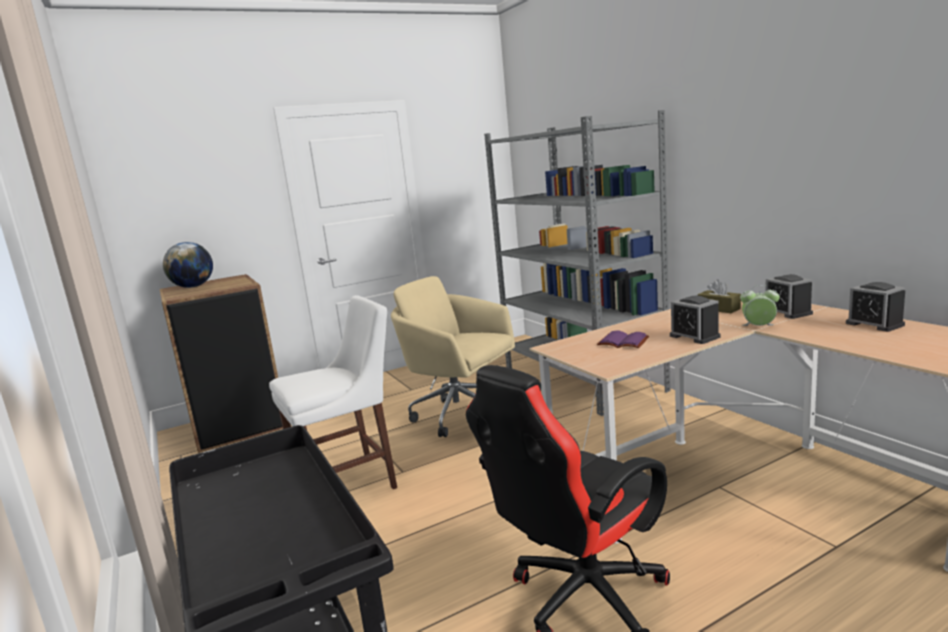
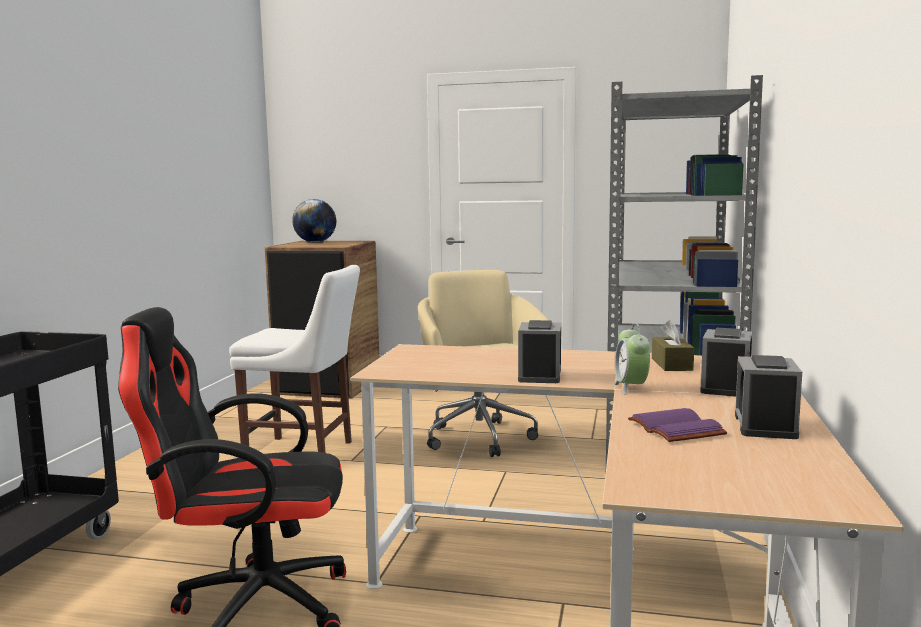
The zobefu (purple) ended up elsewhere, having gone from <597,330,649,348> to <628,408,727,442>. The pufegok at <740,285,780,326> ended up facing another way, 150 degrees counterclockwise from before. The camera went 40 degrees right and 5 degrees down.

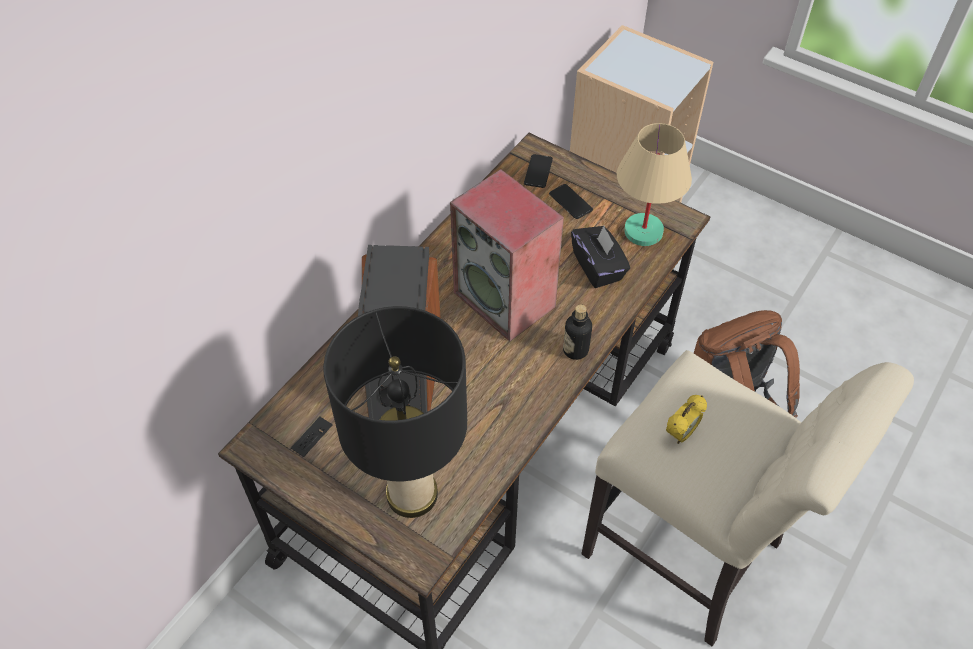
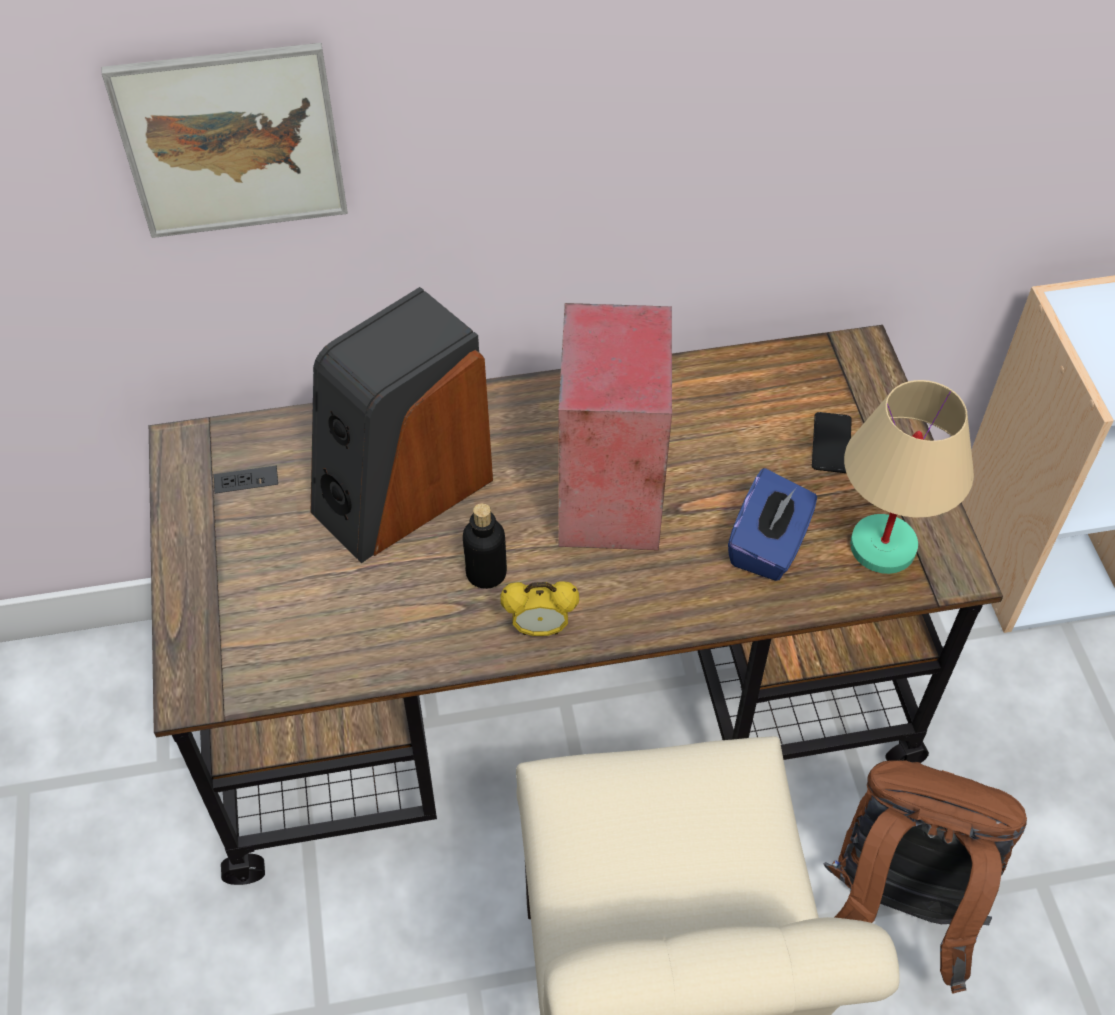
The second view lost the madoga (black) at <323,306,467,518>. The second view lost the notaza at <524,154,553,188>. The second view gained the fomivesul at <101,43,348,238>. The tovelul ended up elsewhere, having gone from <563,304,592,360> to <463,503,507,589>. The pufegok ended up elsewhere, having gone from <666,395,707,444> to <501,581,579,636>. What was the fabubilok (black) at <571,226,630,288> turned into the fabubilok (blue) at <728,468,817,581>. The camera went 45 degrees right and 0 degrees up.

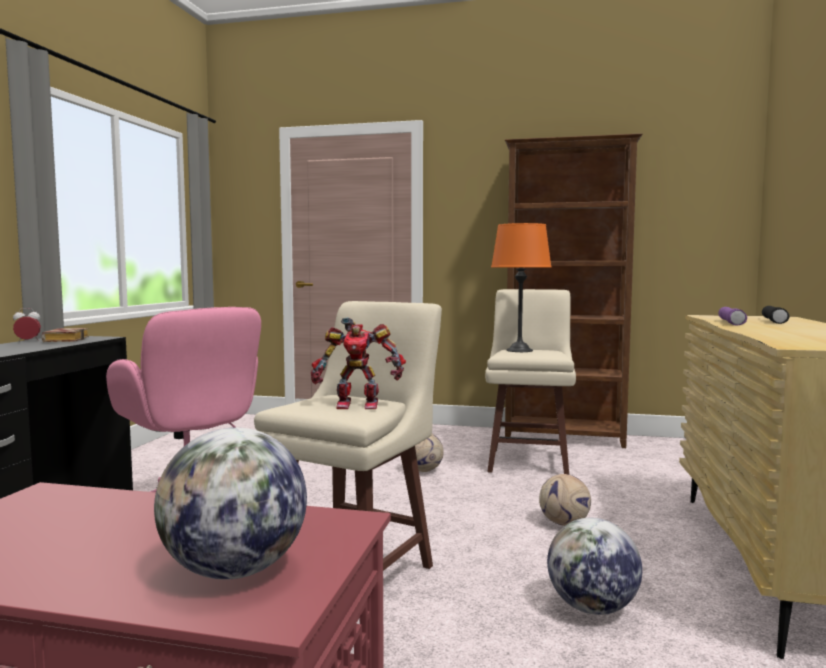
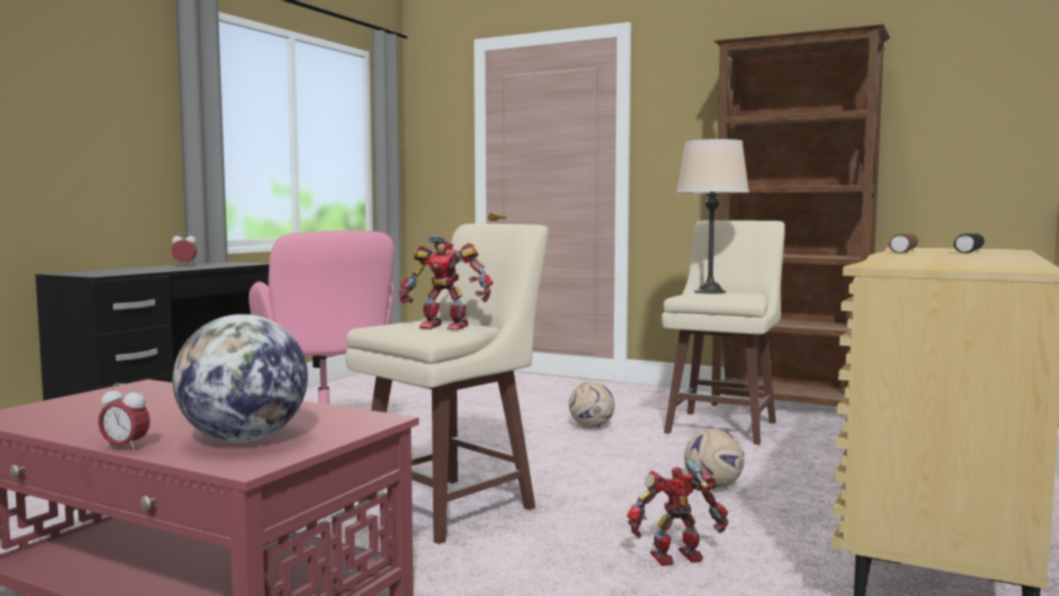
The second view lost the zobefu at <42,328,89,342>. The second view gained the pufegok at <98,383,150,451>. Where the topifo stood at <547,518,642,615>, the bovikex came to stand at <627,460,728,566>. What was the madoga (orange) at <491,223,552,352> turned into the madoga (beige) at <676,139,749,294>. What was the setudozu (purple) at <718,307,747,325> turned into the setudozu (brown) at <889,234,918,254>. The camera went 15 degrees right and 0 degrees up.

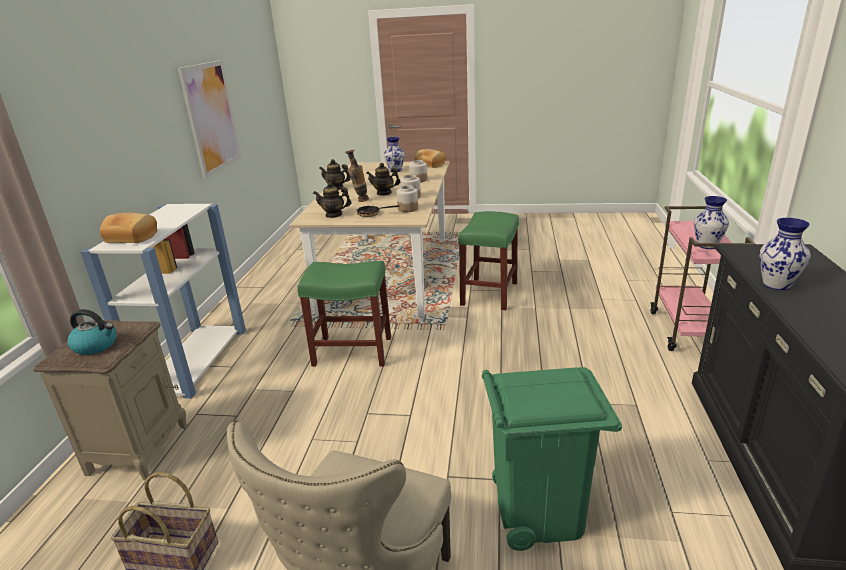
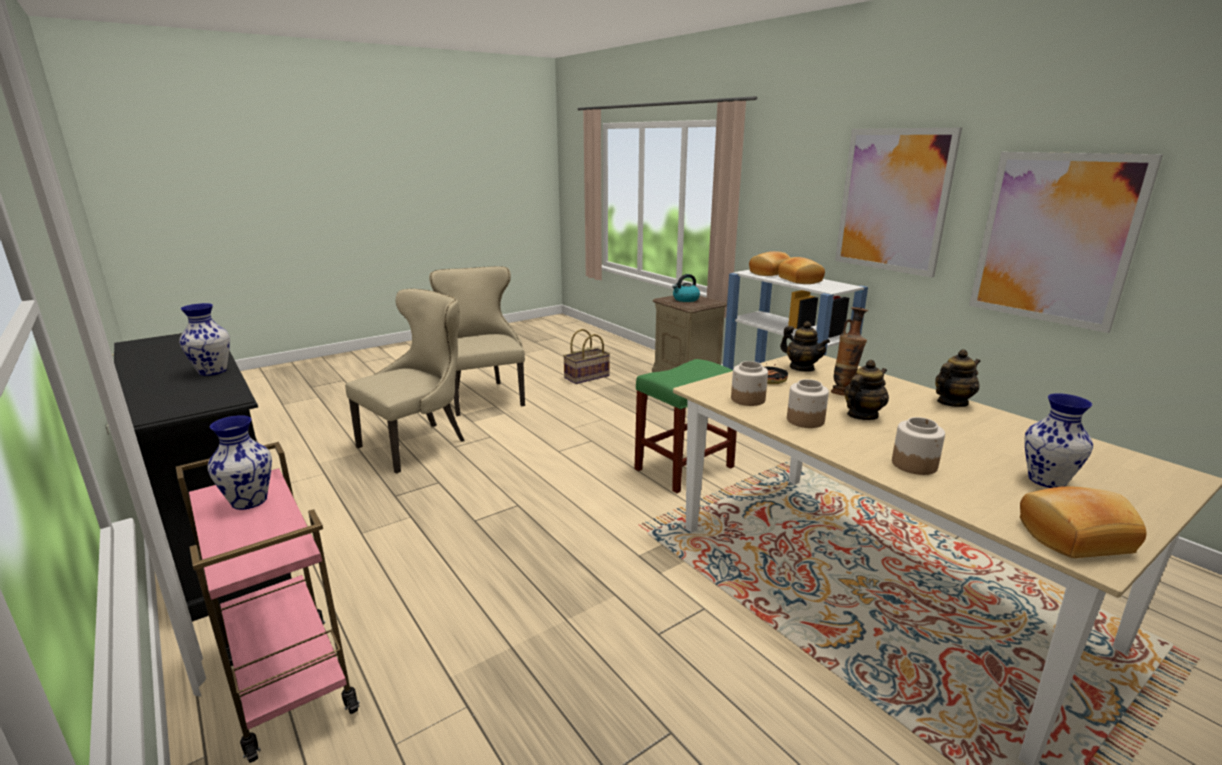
The second view lost the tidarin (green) at <458,211,519,310>. The second view gained the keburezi at <778,257,825,284>. The second view gained the fomivesul at <835,128,962,278>. Where the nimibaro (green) stood at <482,367,622,551>, the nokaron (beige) came to stand at <345,289,465,474>. The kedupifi at <313,182,352,218> ended up facing another way, 90 degrees clockwise from before. The camera went 135 degrees right and 5 degrees down.

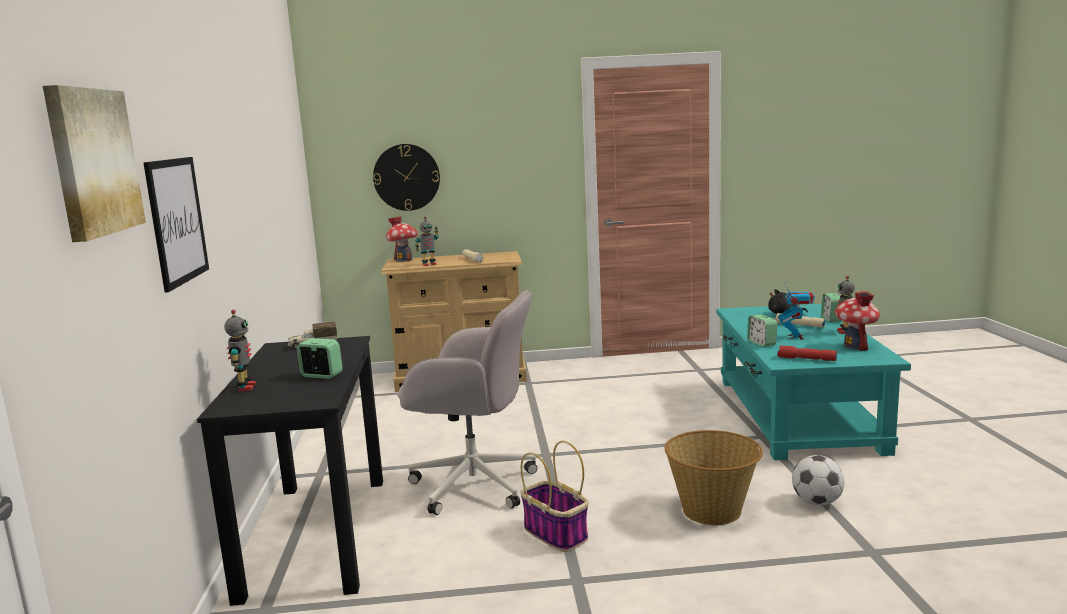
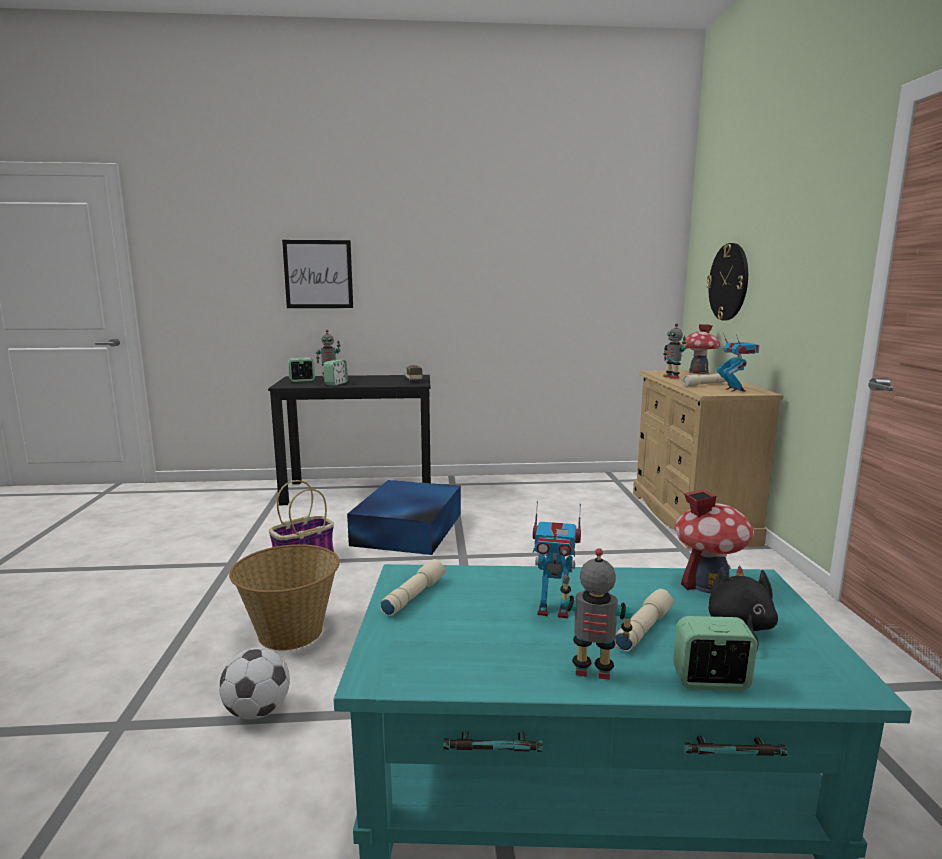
The second view lost the fomivesul at <43,85,146,242>. The second view gained the bovikex at <716,333,760,392>. The pufegok ended up elsewhere, having gone from <747,315,777,347> to <288,357,315,382>. The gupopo ended up elsewhere, having gone from <835,291,880,351> to <675,489,754,594>. Where the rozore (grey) stood at <397,290,537,515>, the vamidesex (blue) came to stand at <347,480,461,555>. What was the setudozu (red) at <777,346,837,361> turned into the setudozu (beige) at <381,559,446,616>. The camera went 90 degrees right and 0 degrees up.

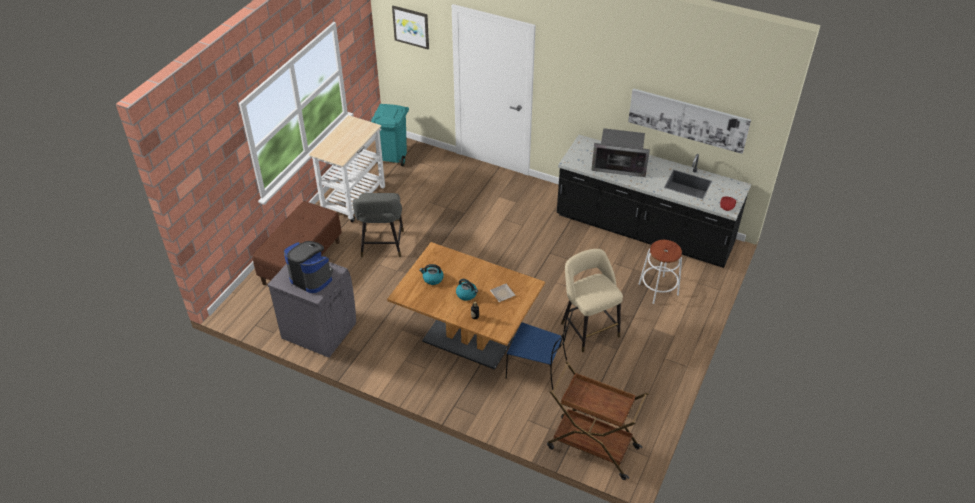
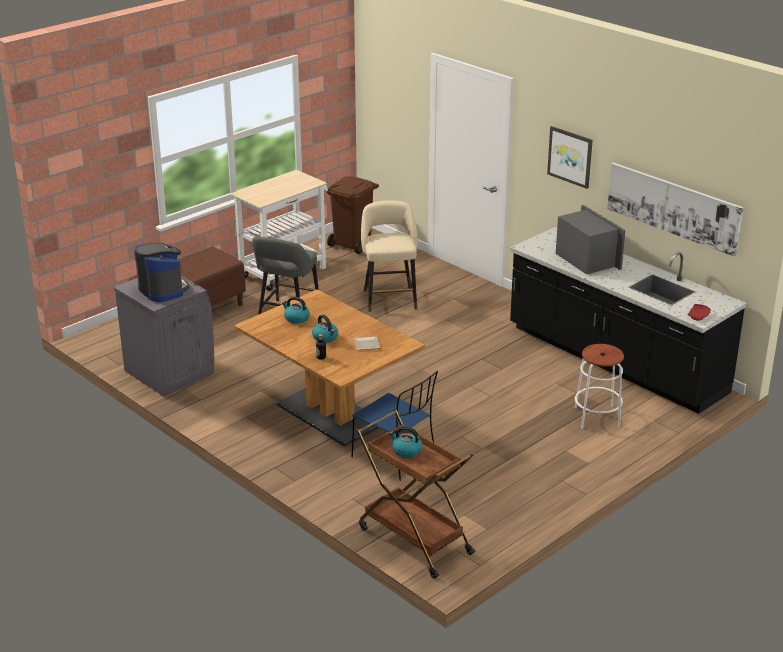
The second view gained the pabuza at <389,426,422,458>. The fomivesul ended up elsewhere, having gone from <392,6,429,49> to <547,126,593,189>. The tidarin (beige) ended up elsewhere, having gone from <561,249,623,352> to <361,200,418,312>. What was the nimibaro (turquoise) at <371,104,409,166> turned into the nimibaro (brown) at <327,176,379,254>. The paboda at <591,128,650,177> ended up facing another way, 150 degrees counterclockwise from before. The camera went 20 degrees right and 15 degrees down.

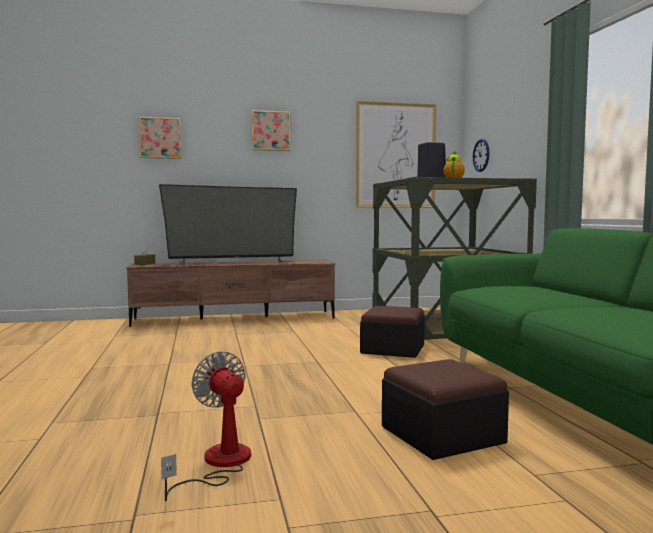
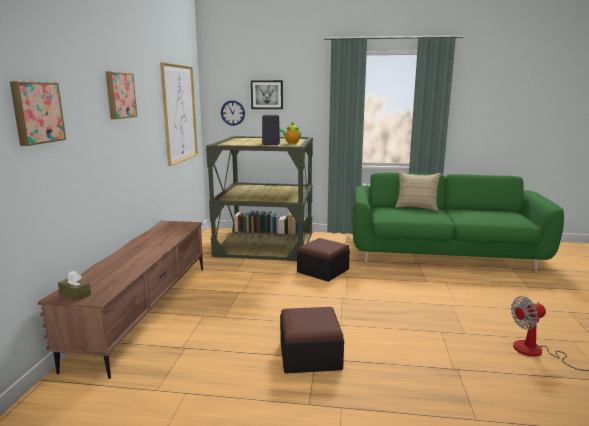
The second view lost the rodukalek at <159,184,297,265>. The second view gained the fomivesul at <251,80,283,109>. The second view gained the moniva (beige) at <396,171,441,211>. The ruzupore ended up elsewhere, having gone from <382,359,509,460> to <280,307,344,374>. The camera went 70 degrees left and 10 degrees up.

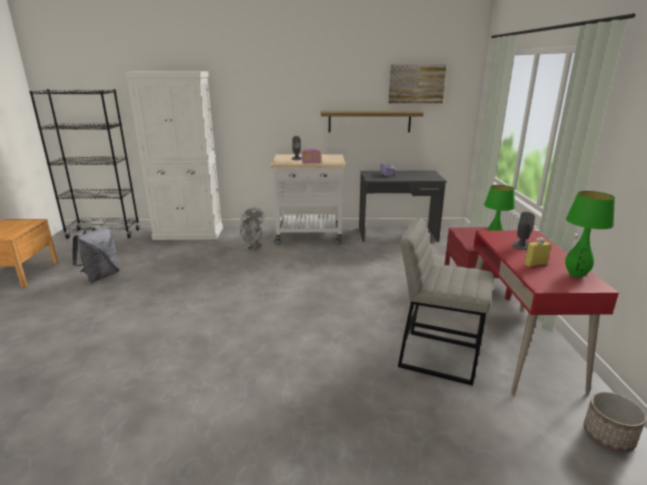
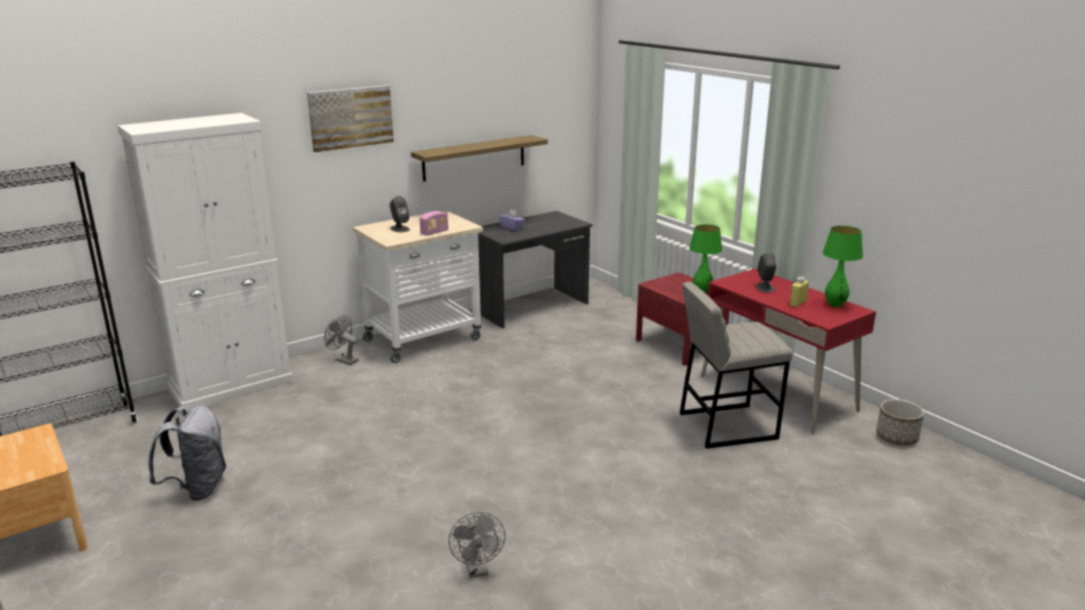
The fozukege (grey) ended up elsewhere, having gone from <240,219,262,250> to <449,512,505,578>. The fomivesul ended up elsewhere, having gone from <388,64,447,103> to <307,85,394,152>. The camera went 35 degrees left and 0 degrees up.

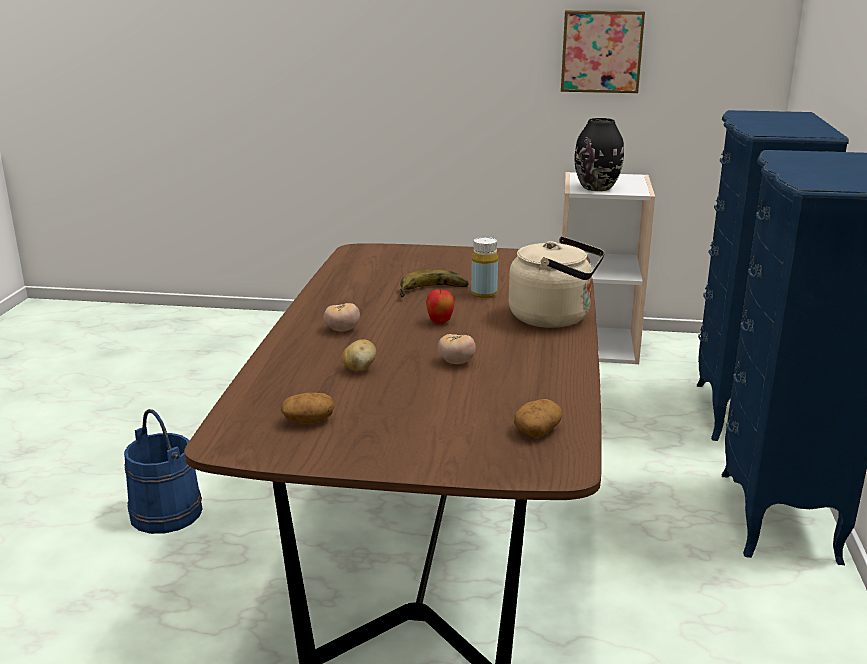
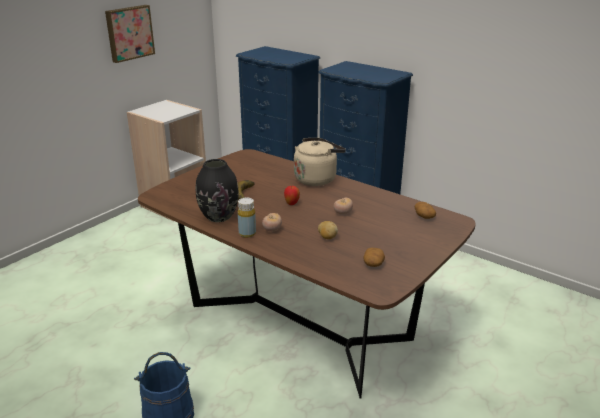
The tovelul (yellow) ended up elsewhere, having gone from <471,237,498,298> to <238,198,256,238>. The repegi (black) ended up elsewhere, having gone from <575,118,624,191> to <196,159,239,222>. The camera went 60 degrees left and 5 degrees up.

